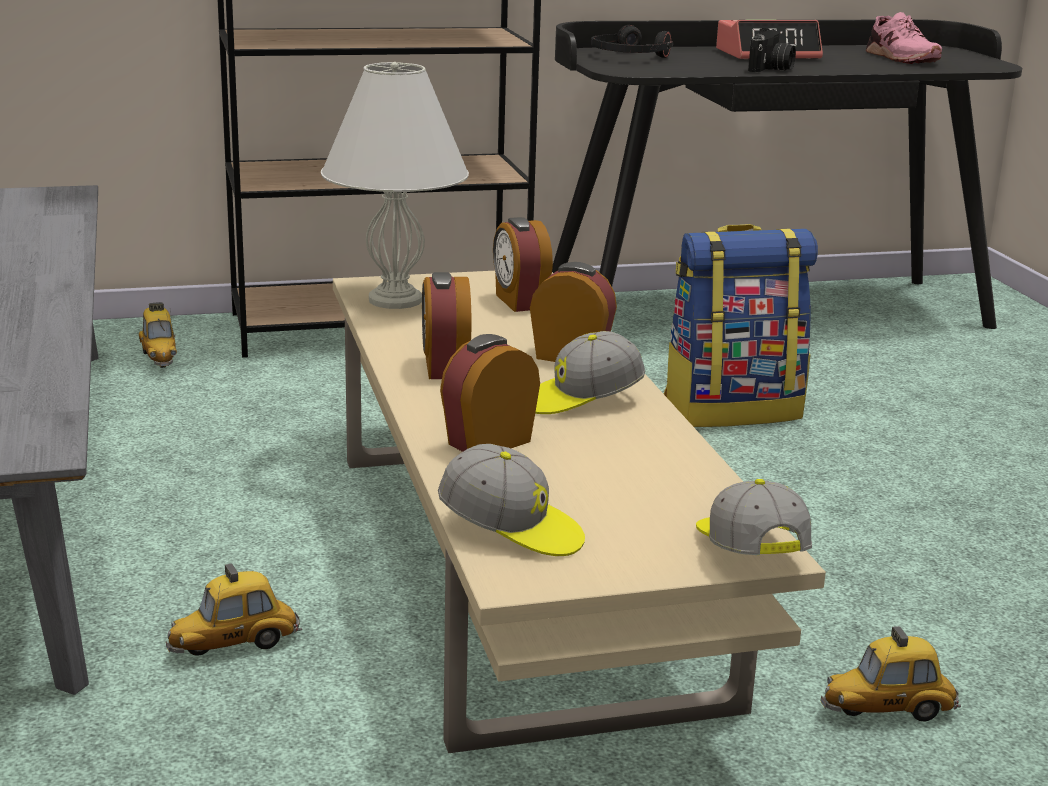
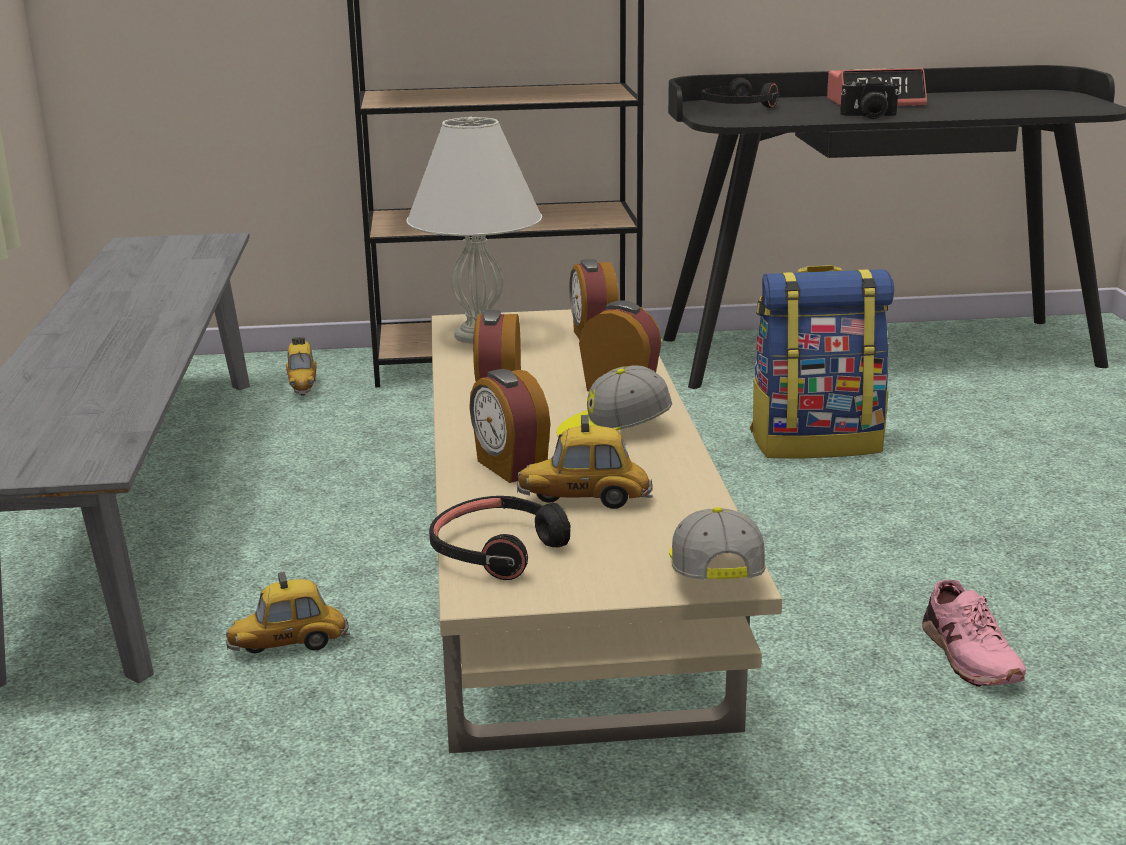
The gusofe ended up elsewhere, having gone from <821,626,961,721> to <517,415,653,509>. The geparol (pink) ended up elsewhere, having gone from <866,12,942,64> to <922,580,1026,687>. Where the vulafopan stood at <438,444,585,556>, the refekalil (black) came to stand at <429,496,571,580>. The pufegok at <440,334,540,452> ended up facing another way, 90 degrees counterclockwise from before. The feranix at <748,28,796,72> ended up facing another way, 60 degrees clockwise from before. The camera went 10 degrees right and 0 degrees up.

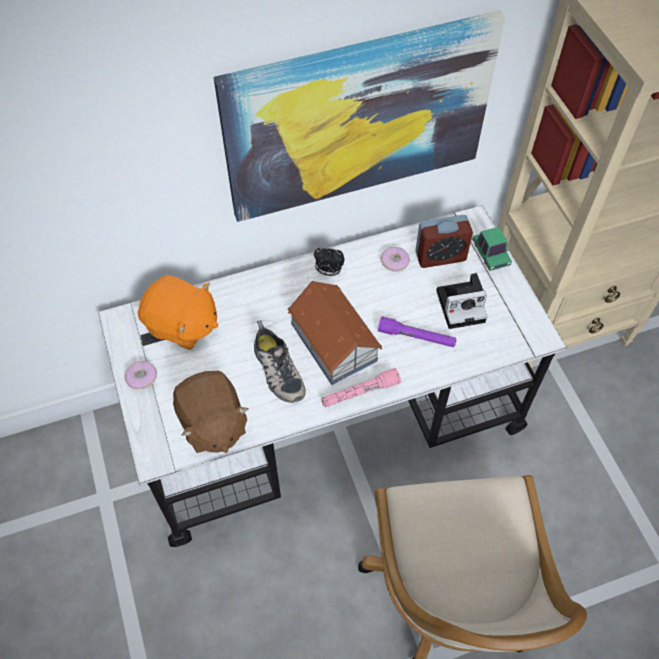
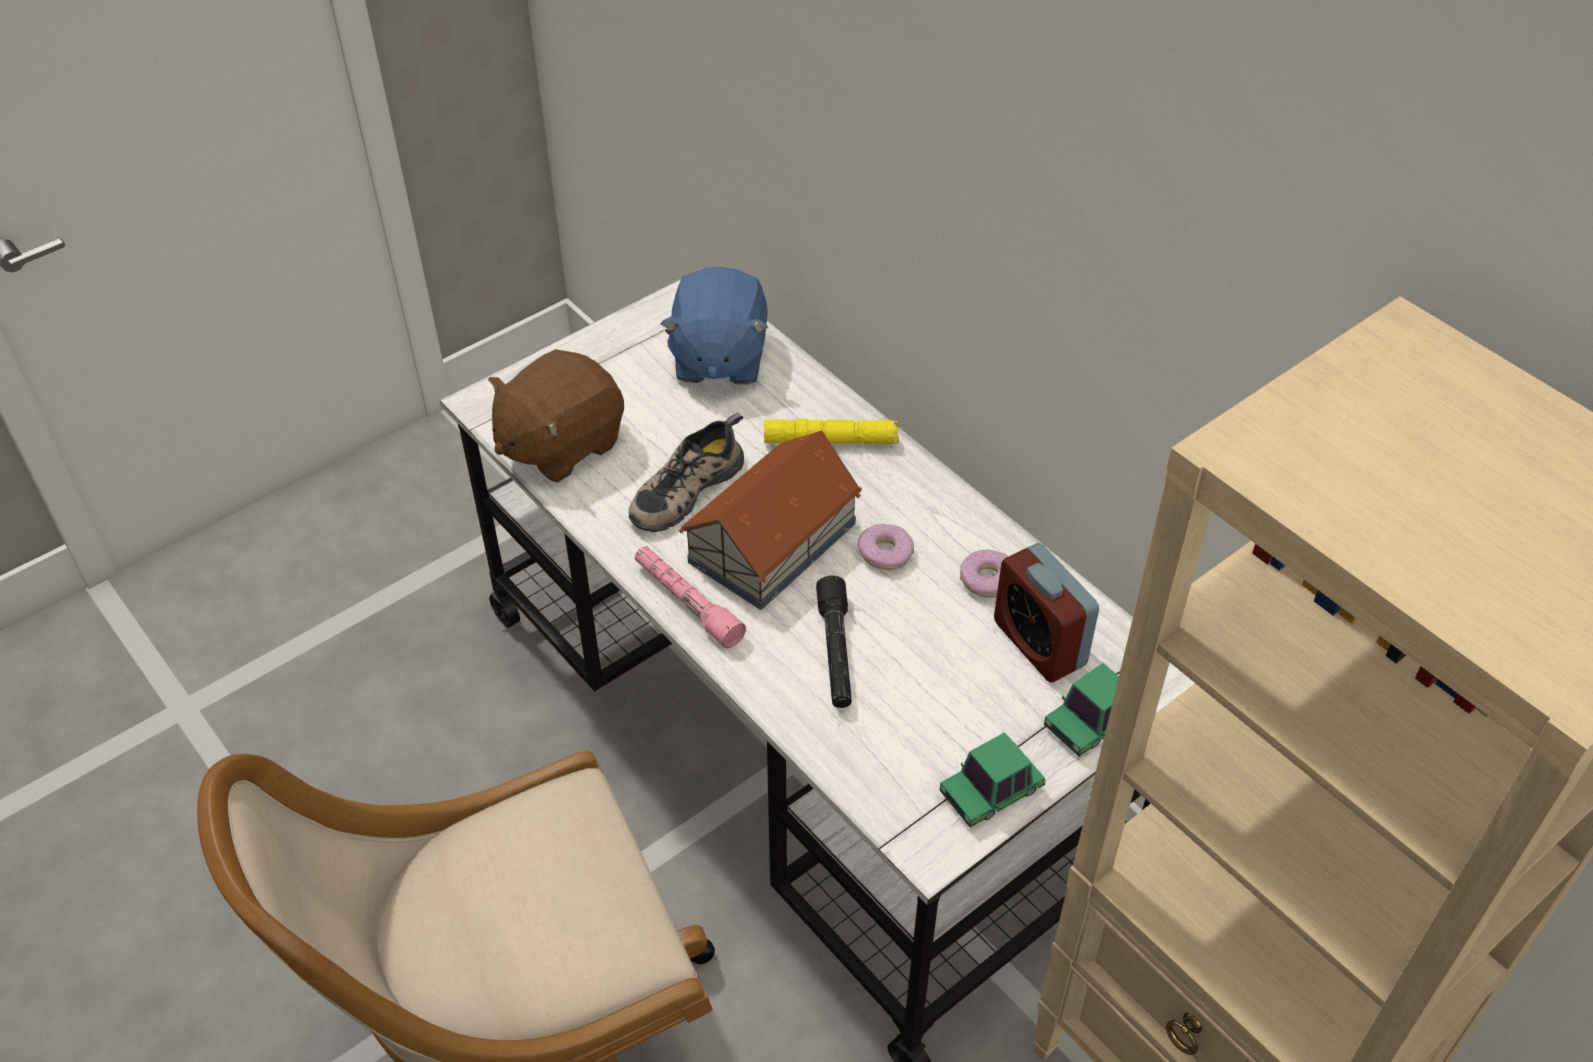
The second view lost the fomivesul at <214,10,505,222>. The second view lost the pufegok at <314,248,345,276>. The second view lost the feranix at <436,273,487,329>. The second view gained the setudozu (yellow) at <764,418,899,444>. The second view gained the gusofe at <940,732,1045,827>. The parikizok ended up elsewhere, having gone from <125,361,157,389> to <857,524,914,570>. What was the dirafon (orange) at <138,275,218,350> turned into the dirafon (blue) at <661,267,769,385>. What was the setudozu (purple) at <378,316,456,347> turned into the setudozu (black) at <816,576,852,708>. The camera went 70 degrees right and 10 degrees down.

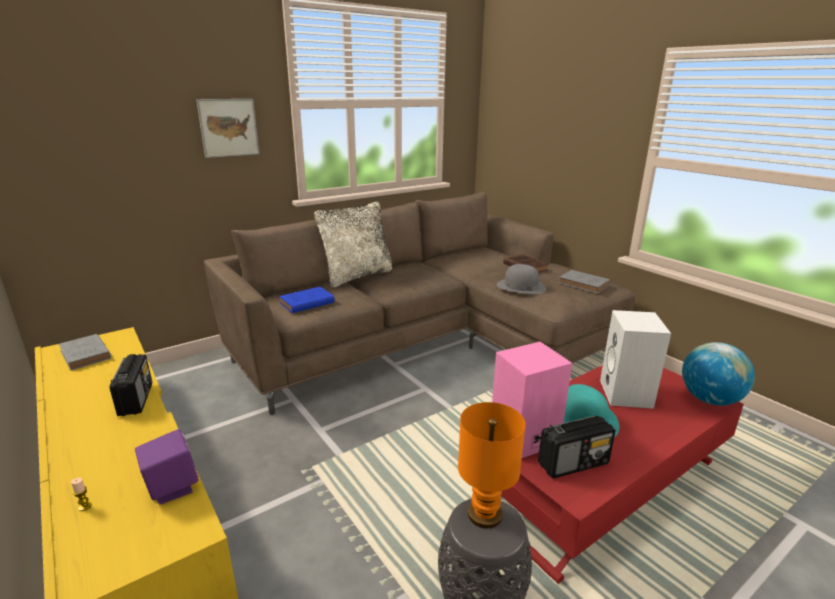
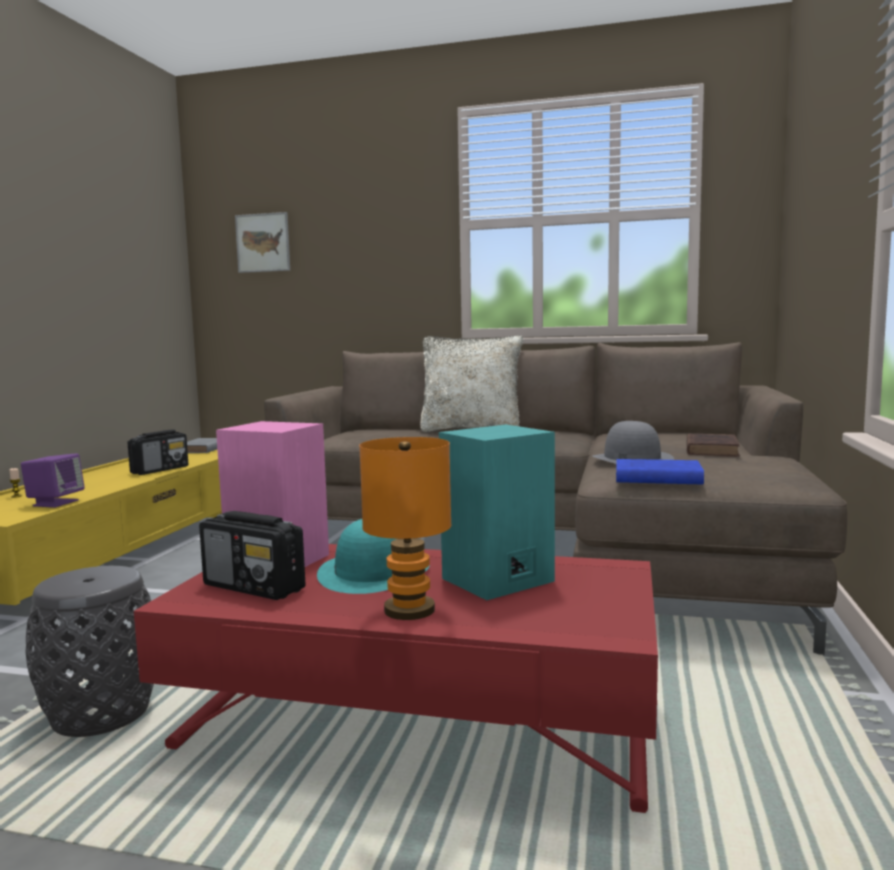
The second view lost the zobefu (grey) at <559,270,610,294>. The second view lost the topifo at <682,342,755,406>. The fomivesul ended up elsewhere, having gone from <196,99,259,158> to <235,212,290,273>. The zobefu (blue) ended up elsewhere, having gone from <279,287,335,313> to <616,459,704,484>. The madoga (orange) ended up elsewhere, having gone from <458,402,526,529> to <359,437,451,620>. What was the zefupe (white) at <600,310,671,409> turned into the zefupe (turquoise) at <439,425,555,600>. The camera went 50 degrees right and 15 degrees down.

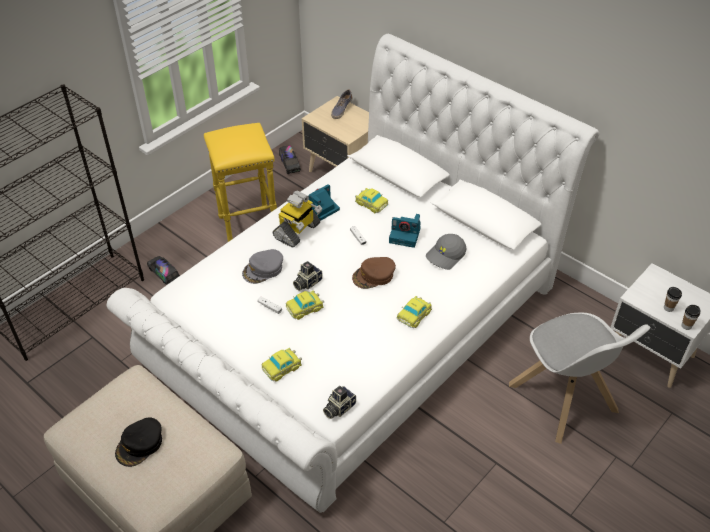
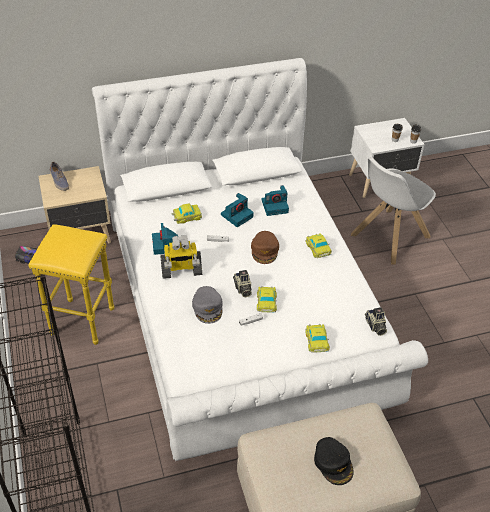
The second view lost the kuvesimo at <147,256,180,285>. Where the vulafopan (grey) stood at <426,234,466,270>, the feranix came to stand at <262,185,289,216>. The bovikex at <273,191,322,247> ended up facing another way, 105 degrees clockwise from before. The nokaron at <509,313,651,444> ended up facing another way, 135 degrees clockwise from before. The camera went 60 degrees left and 0 degrees up.

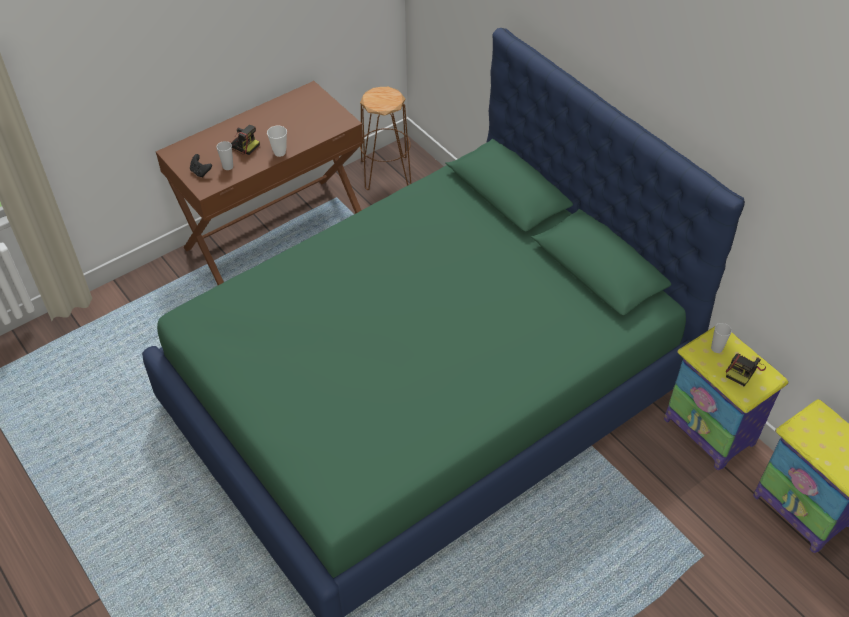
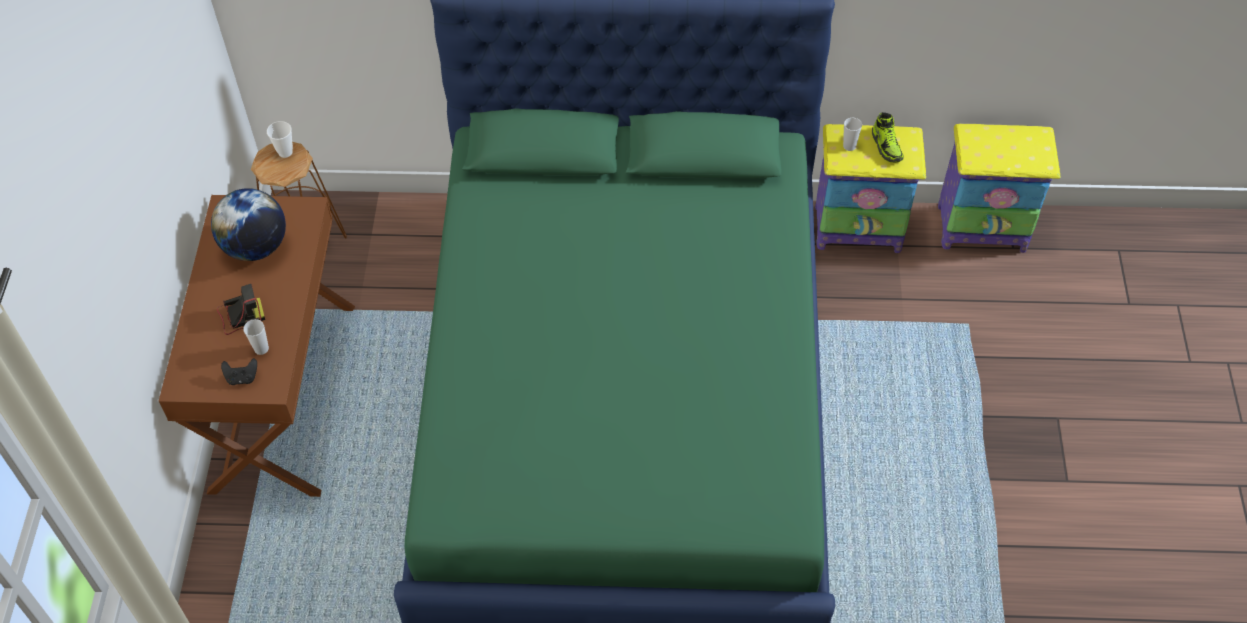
The second view gained the topifo at <211,188,286,261>. The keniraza ended up elsewhere, having gone from <267,125,287,157> to <267,121,293,158>. Where the feranix stood at <726,353,766,386>, the geparol came to stand at <872,112,904,163>. The camera went 50 degrees left and 5 degrees up.

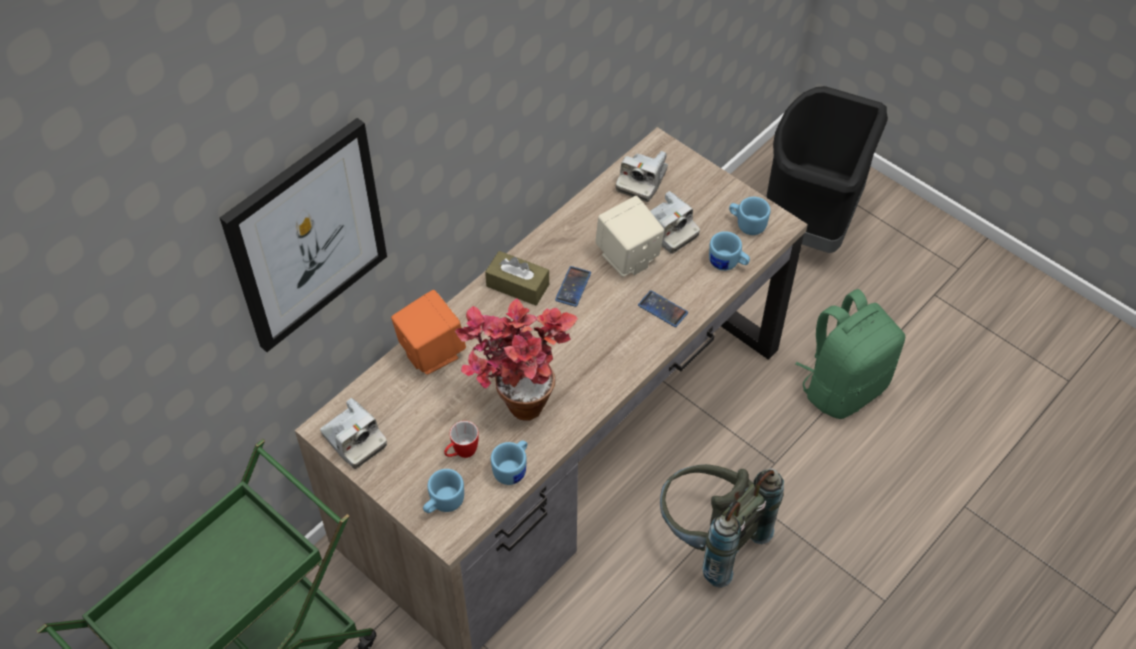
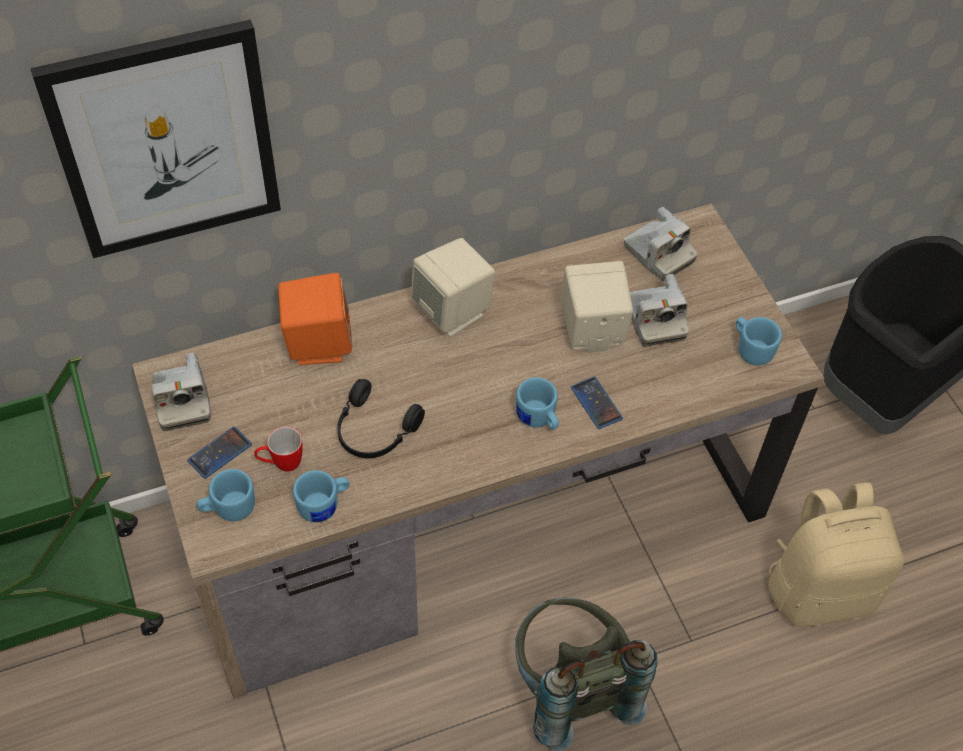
The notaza ended up elsewhere, having gone from <555,266,591,307> to <187,426,252,479>. The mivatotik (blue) ended up elsewhere, having gone from <709,231,750,271> to <516,377,559,430>. Where the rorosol stood at <455,298,578,421>, the refekalil (black) came to stand at <337,379,425,458>. Where the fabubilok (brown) stood at <485,251,549,306>, the zefupe (beige) came to stand at <411,238,495,337>. What was the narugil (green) at <795,289,905,419> turned into the narugil (beige) at <768,482,904,627>. The feranix at <616,151,668,202> ended up facing another way, 90 degrees counterclockwise from before. The camera went 25 degrees right and 0 degrees up.

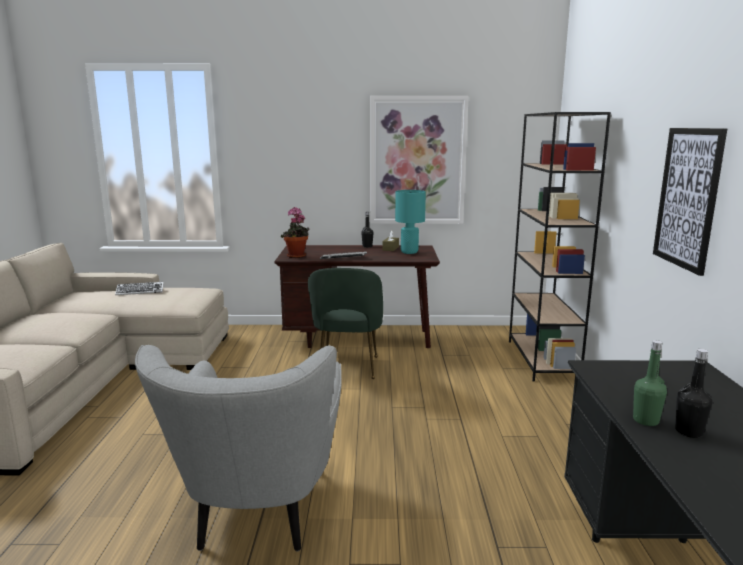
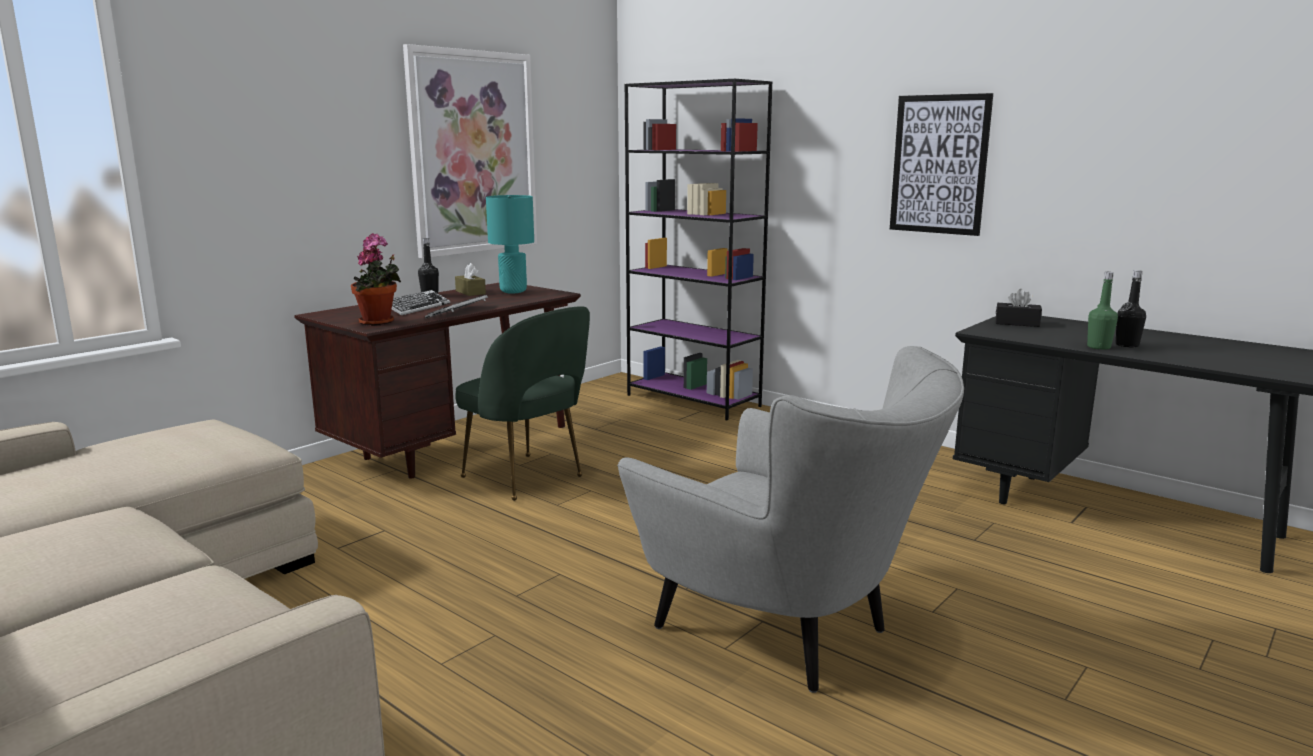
The second view gained the fabubilok (black) at <996,289,1042,327>. The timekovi ended up elsewhere, having gone from <115,282,164,295> to <391,290,450,316>. What was the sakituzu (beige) at <509,112,611,382> turned into the sakituzu (purple) at <625,79,772,420>. The camera went 50 degrees left and 0 degrees up.

